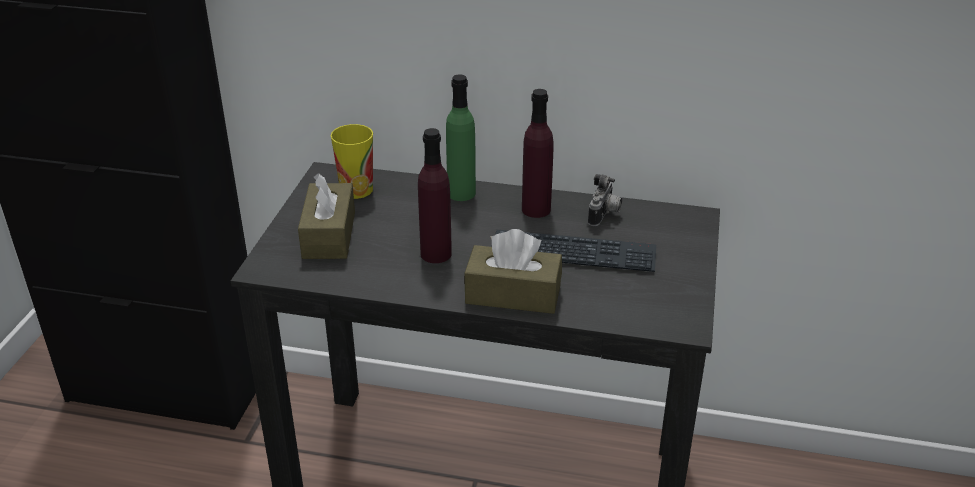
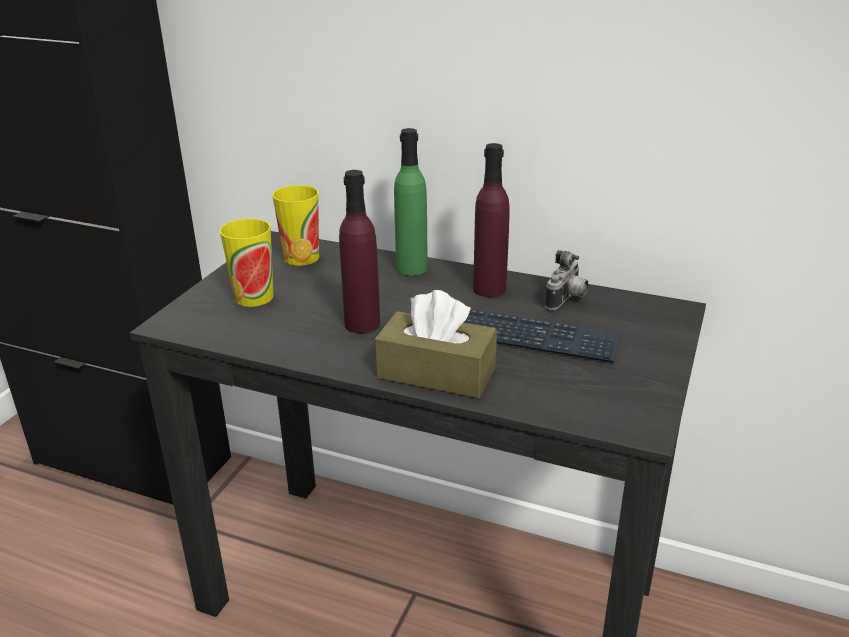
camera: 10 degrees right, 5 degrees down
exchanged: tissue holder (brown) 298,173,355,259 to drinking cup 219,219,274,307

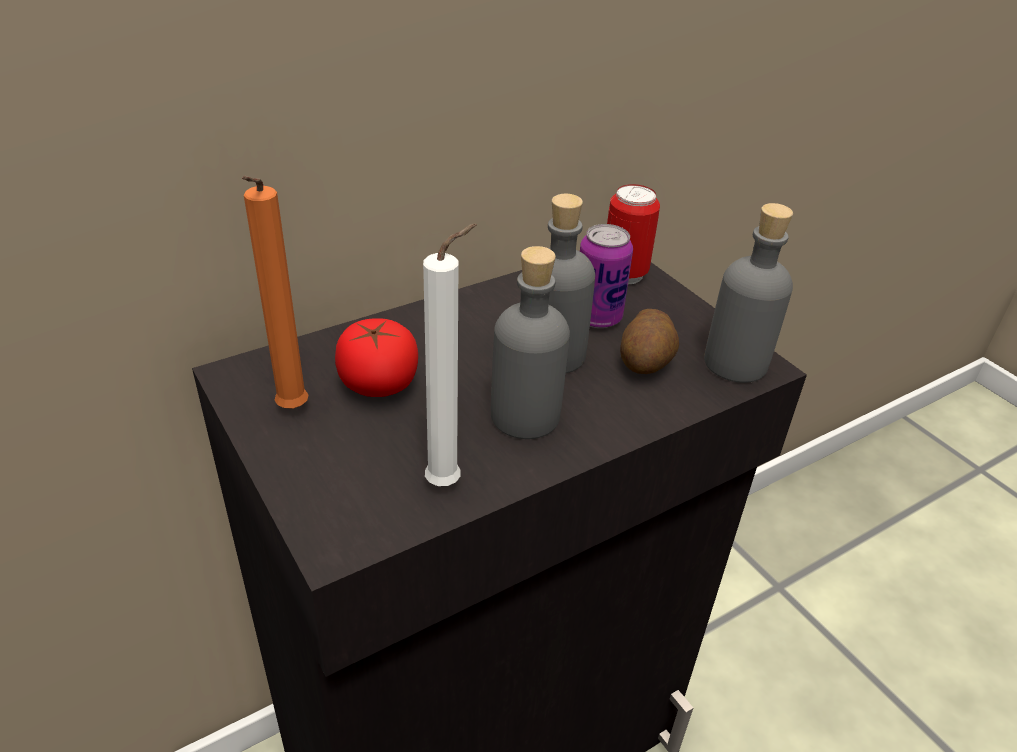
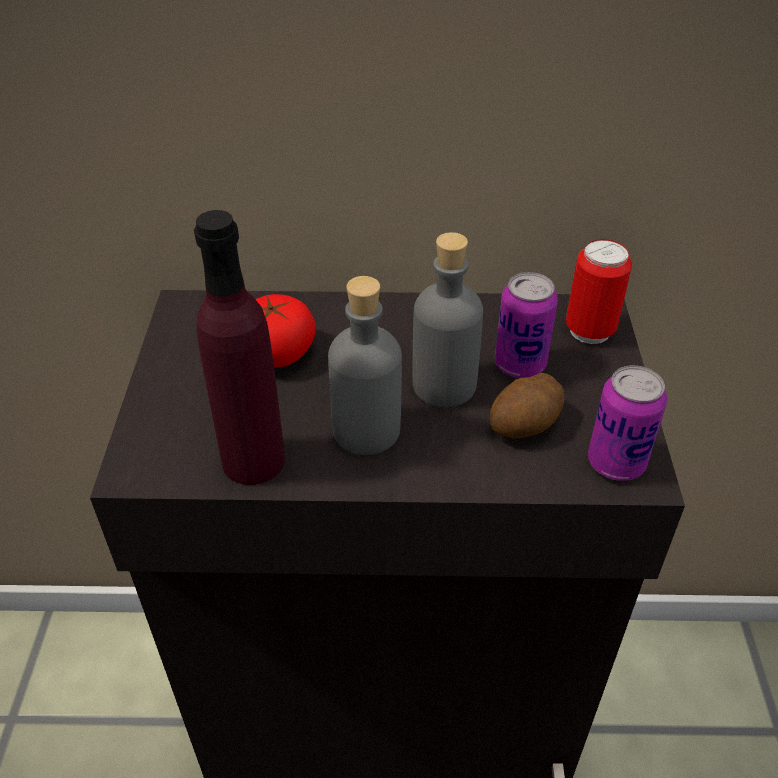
camera: 35 degrees right, 5 degrees up
missing: wax light (orange) 242,176,308,409
exchanged: bottle (gray) 704,203,793,383 to sealed can 588,365,667,481; wax light (white-coloured) 423,224,477,486 to bottle (purplish) 194,210,285,485

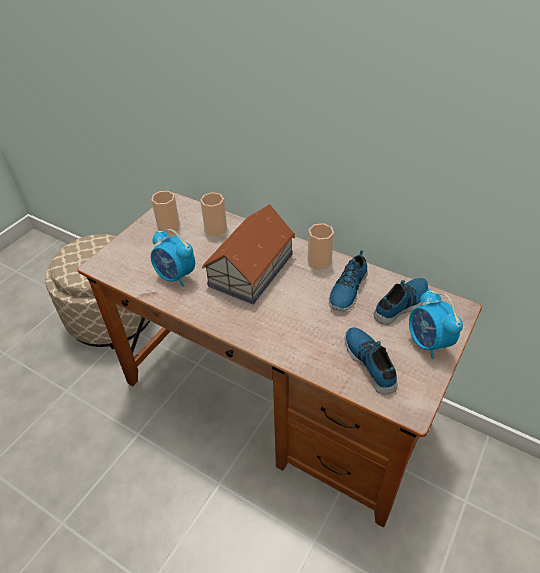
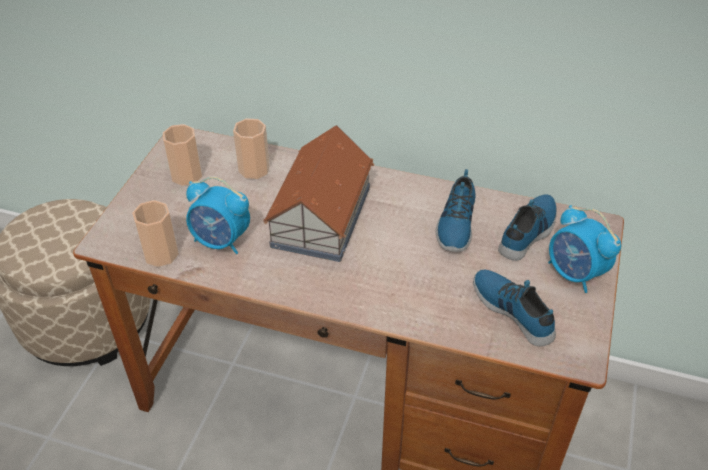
camera: 15 degrees left, 0 degrees up
relocated: drinking cup 308,223,334,270 to 132,200,179,267

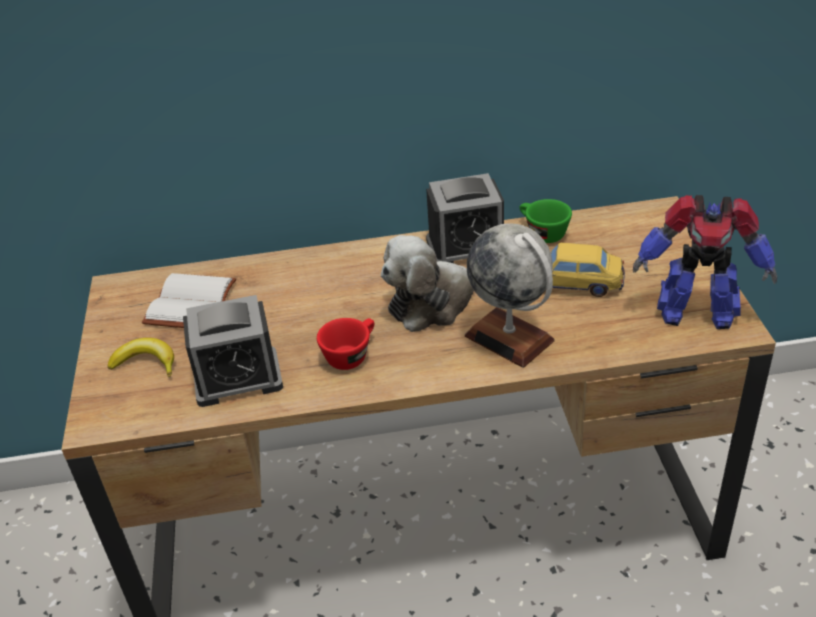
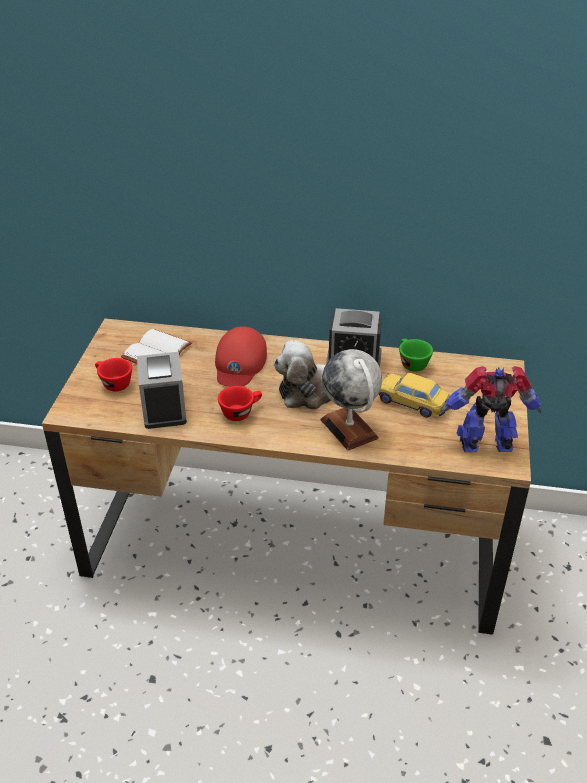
camera: 15 degrees right, 0 degrees up
appeared: cap (red) 215,326,267,387
exchanged: whole banana 108,338,174,377 to drinking cup (red) 95,358,132,391
spun: model robot 633,195,777,329 = 441,366,541,452 150 degrees clockwise; alarm clock 183,295,283,407 = 137,352,187,429 105 degrees counterclockwise

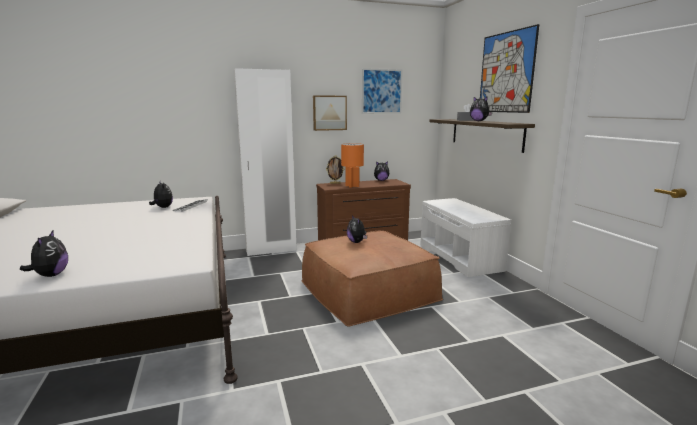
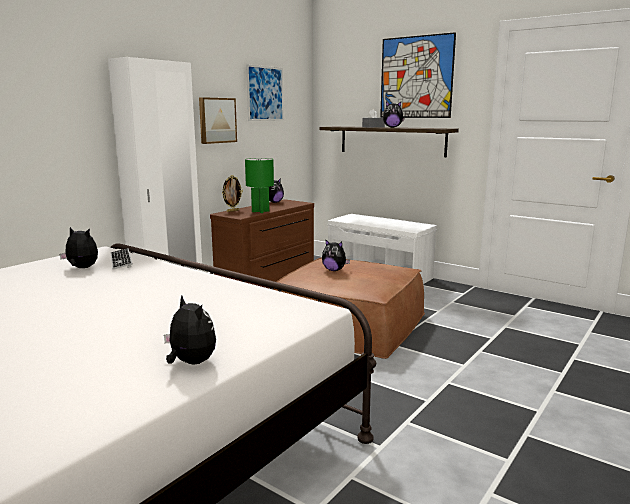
camera: 35 degrees left, 0 degrees up
colour: lamp for a table (orange) 341,143,364,188 to lamp for a table (green-coloured) 245,158,274,213

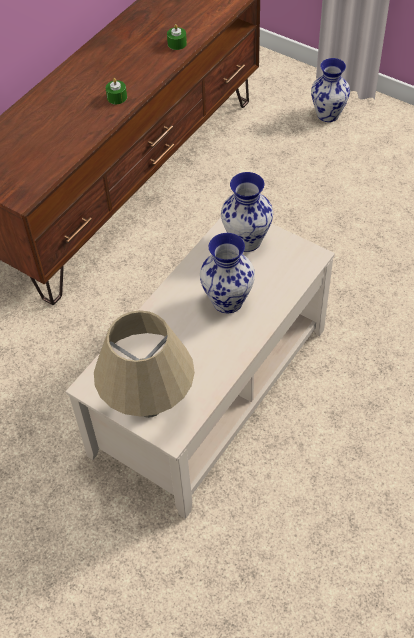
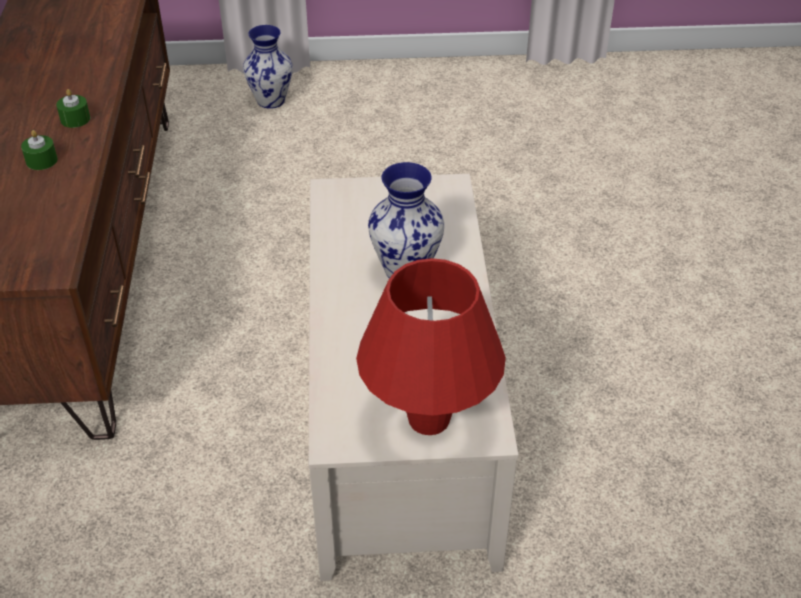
camera: 40 degrees left, 10 degrees down
missing: vase 221,172,273,252
relocated: wax light (green-coloured) 167,24,187,50 to 21,130,58,170
colour: lamp for a table (beige) 94,310,195,418 to lamp for a table (red) 356,258,506,435

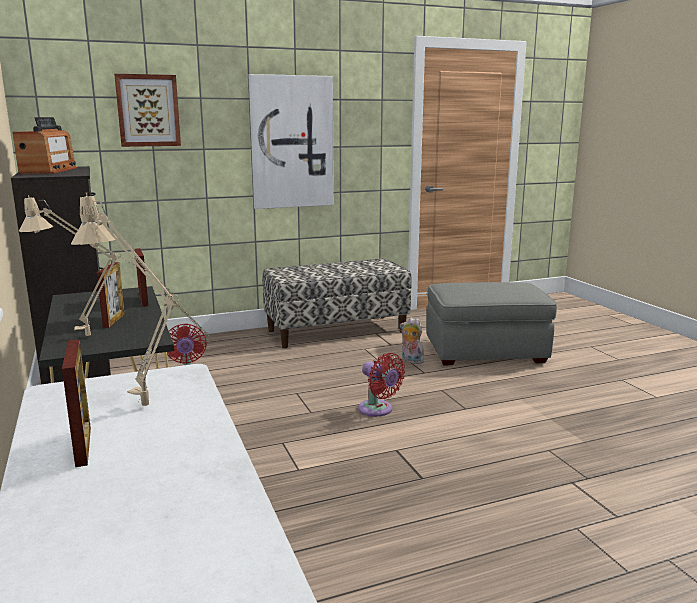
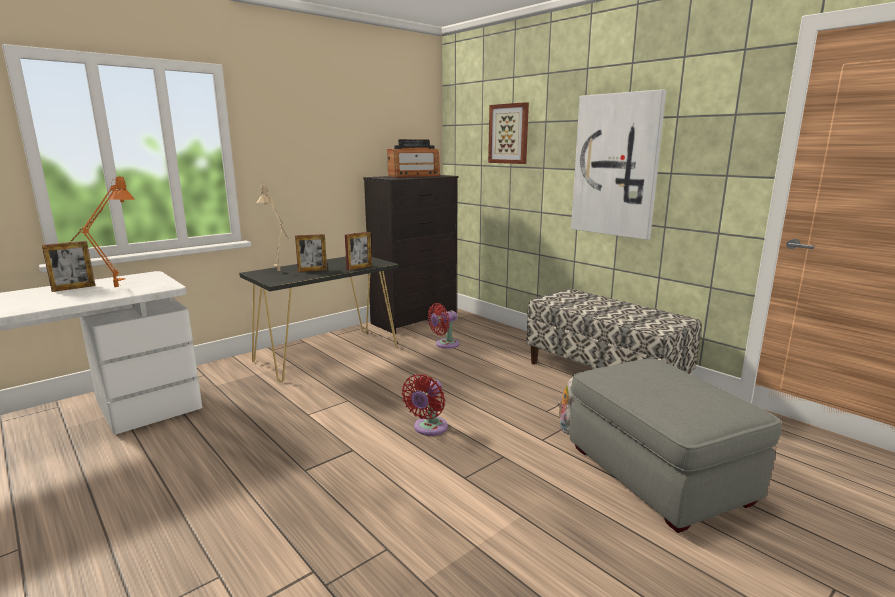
camera: 70 degrees right, 0 degrees up
colour: lamp for a table (beige) 71,192,209,406 to lamp for a table (orange) 64,174,135,287

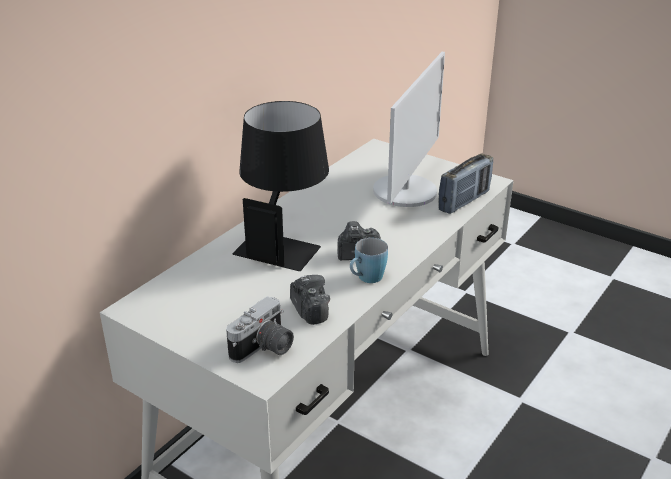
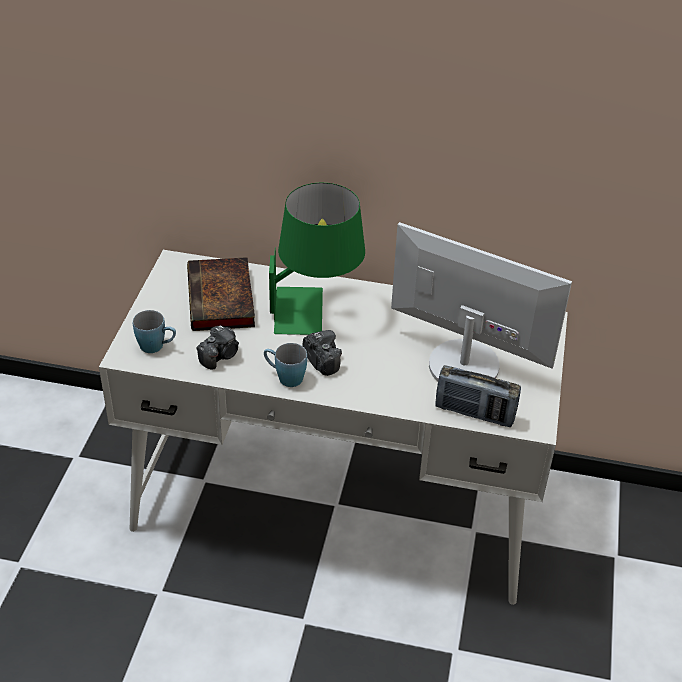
camera: 65 degrees right, 10 degrees up
appeared: book 187,257,255,331
exchanged: still camera 226,296,294,363 to mug (blue-coloured) 133,310,176,353
colour: lamp for a table (black-coloured) 232,101,329,271 to lamp for a table (green-coloured) 269,183,365,335
spun: computer display 373,52,445,207 = 391,222,572,381 150 degrees counterclockwise

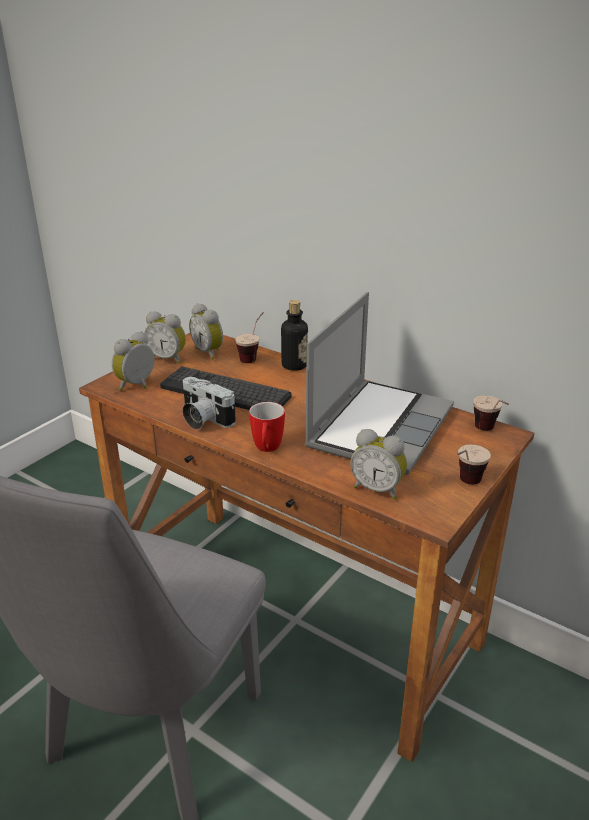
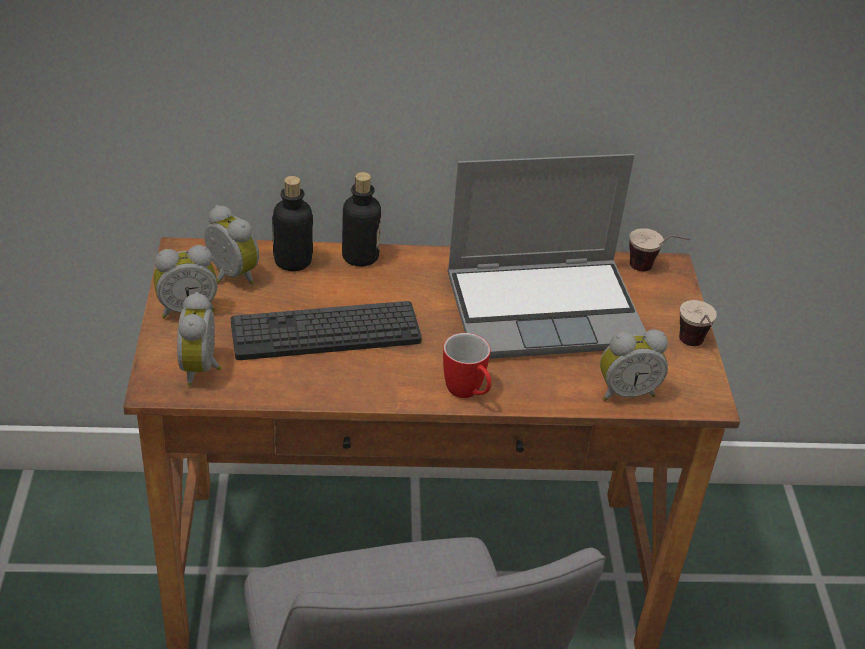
camera: 40 degrees left, 10 degrees up
missing: still camera 183,377,236,430
exchanged: drinking cup 235,312,264,363 to bottle 272,176,313,271
spun: notebook computer 305,292,454,475 = 447,154,646,359 90 degrees clockwise; alarm clock 189,303,223,360 = 204,205,259,284 150 degrees counterclockwise

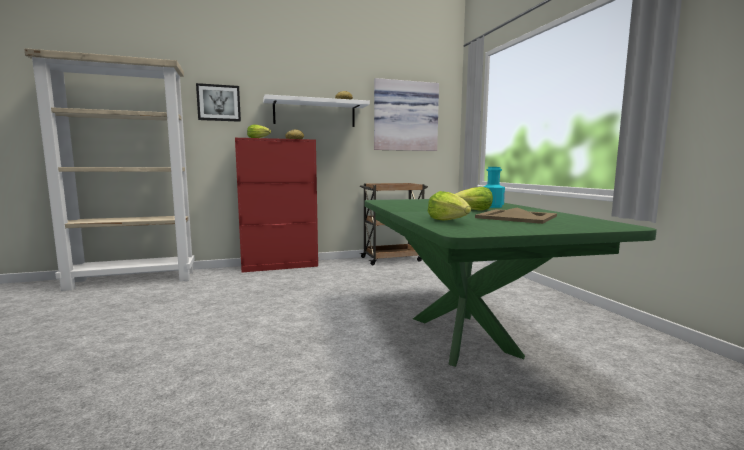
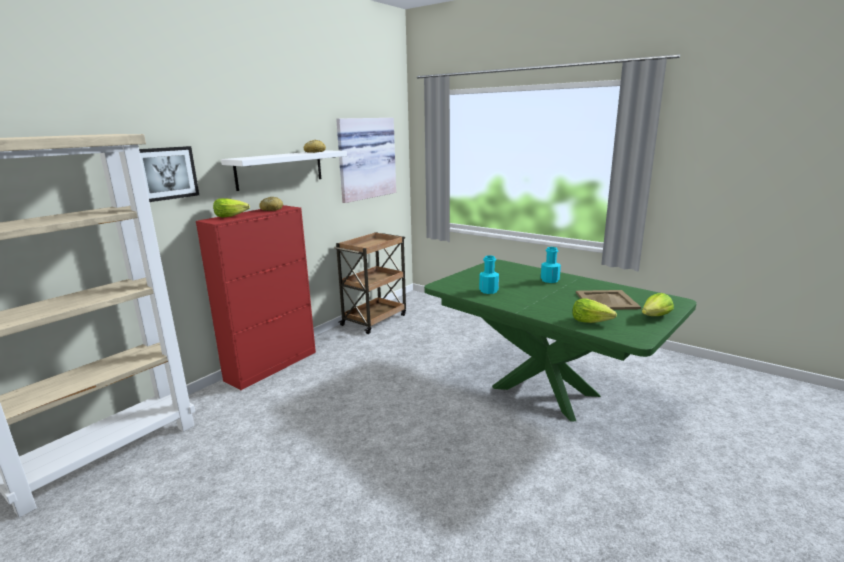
camera: 35 degrees left, 10 degrees up
appeared: bottle (blue-green) 479,256,499,294
relocated: lettuce 456,187,493,210 to 642,293,674,316

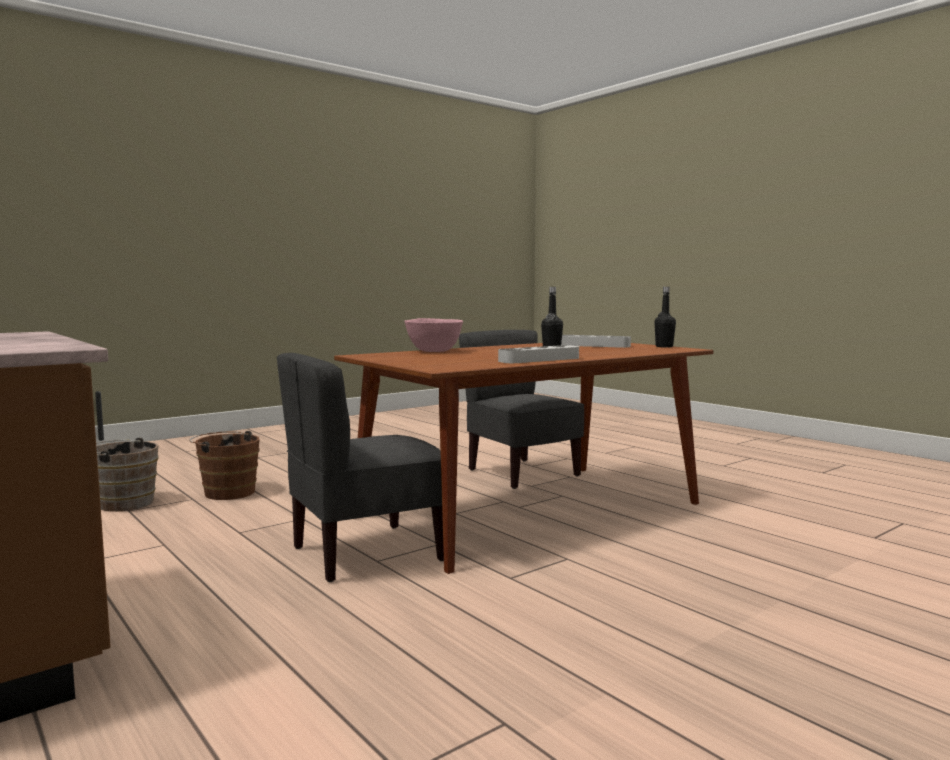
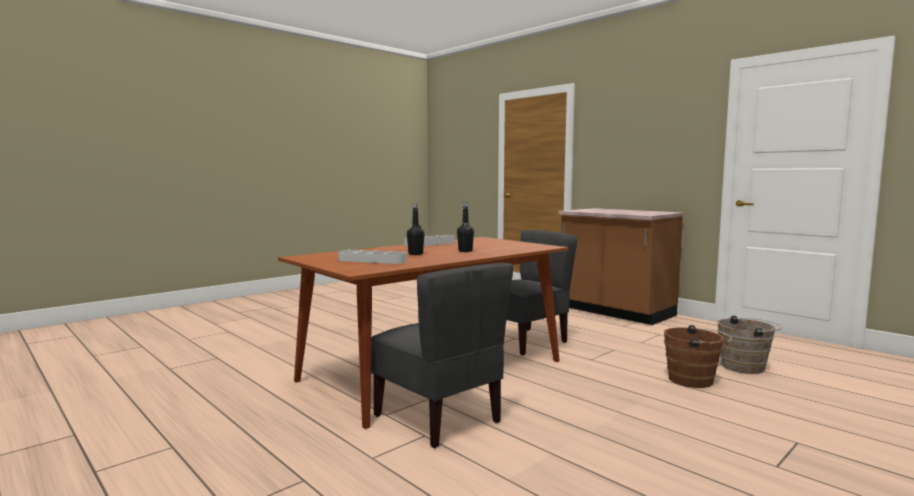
camera: 175 degrees right, 0 degrees up
missing: serving bowl (pinkish) 404,318,463,352
relocated: bottle (black-coloured) 654,287,676,347 to 457,202,474,252

